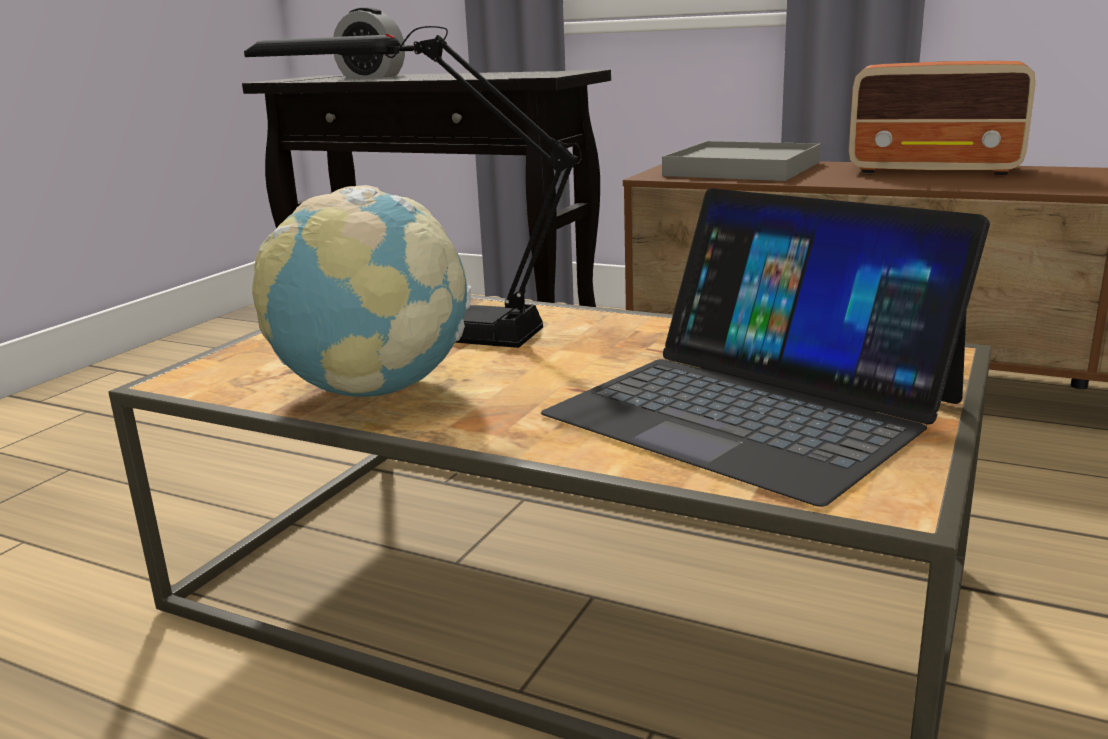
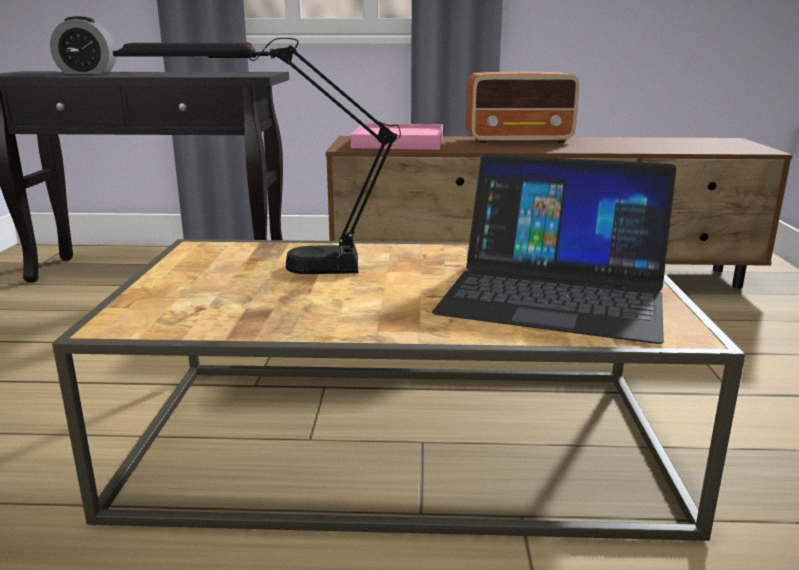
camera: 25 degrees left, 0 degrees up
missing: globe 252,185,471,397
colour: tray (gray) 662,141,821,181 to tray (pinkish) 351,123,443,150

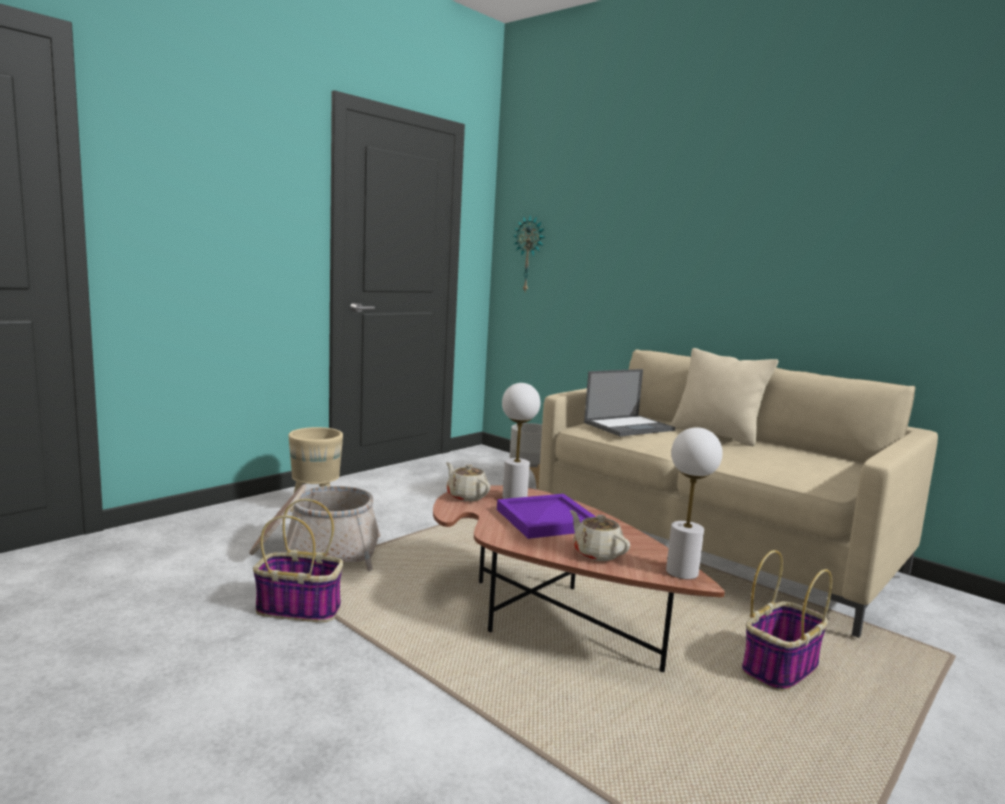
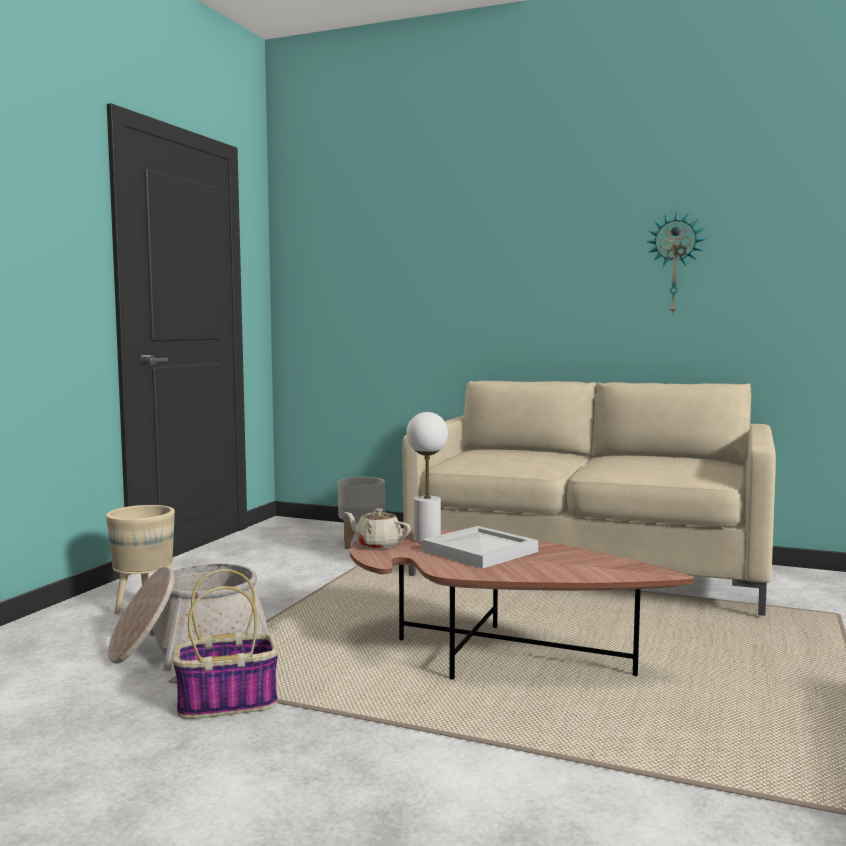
camera: 20 degrees left, 5 degrees down
missing: cushion (beige) 671,348,779,446; notebook computer 584,369,675,436; lamp for a table (white-coloured) 666,427,723,579; pot for tea (beige) 570,510,630,561; basket 742,550,832,691
relocated: hanging clock 513,214,545,291 to 647,212,705,316
colour: tray (purplish) 497,494,596,539 to tray (white-coloured) 422,526,538,569

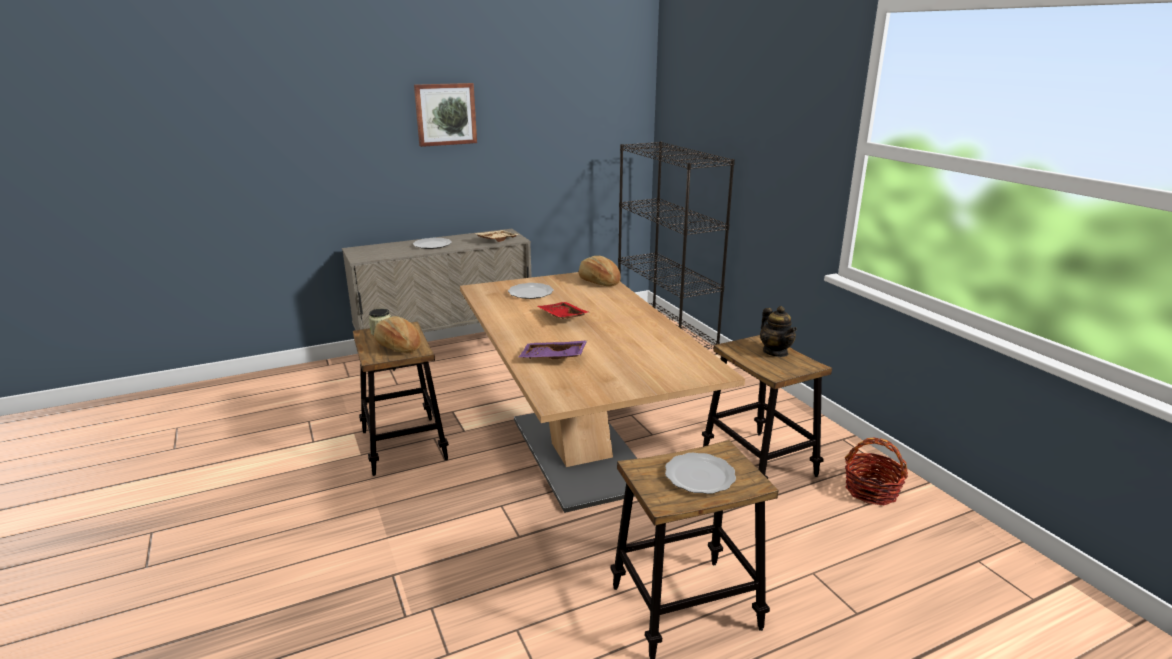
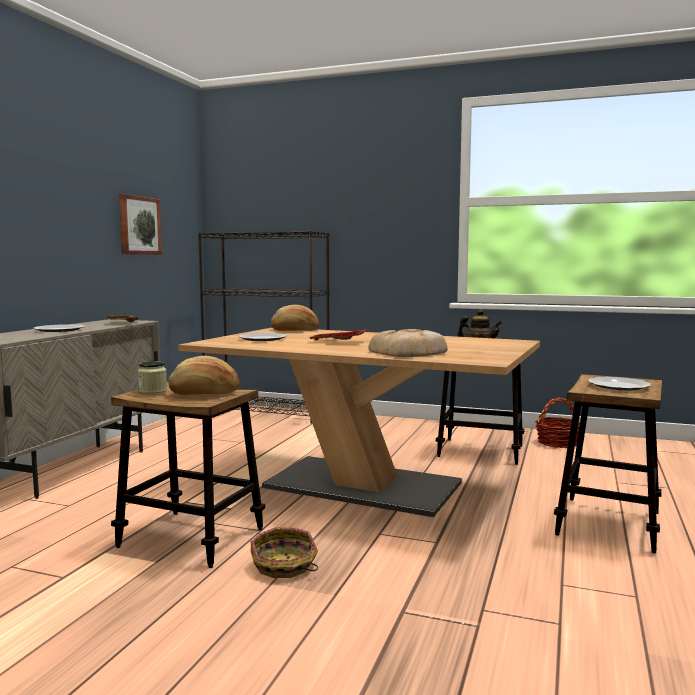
camera: 45 degrees left, 15 degrees down
appeared: basket 251,527,318,578
relocated: wall picture 414,83,477,147 to 119,194,162,254
exchanged: tray (purplish) 519,340,587,359 to baked bread 368,329,448,357

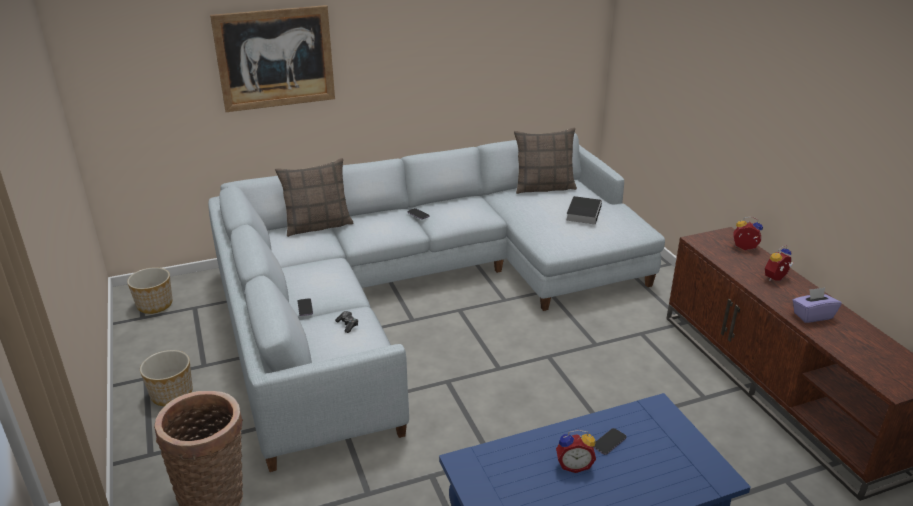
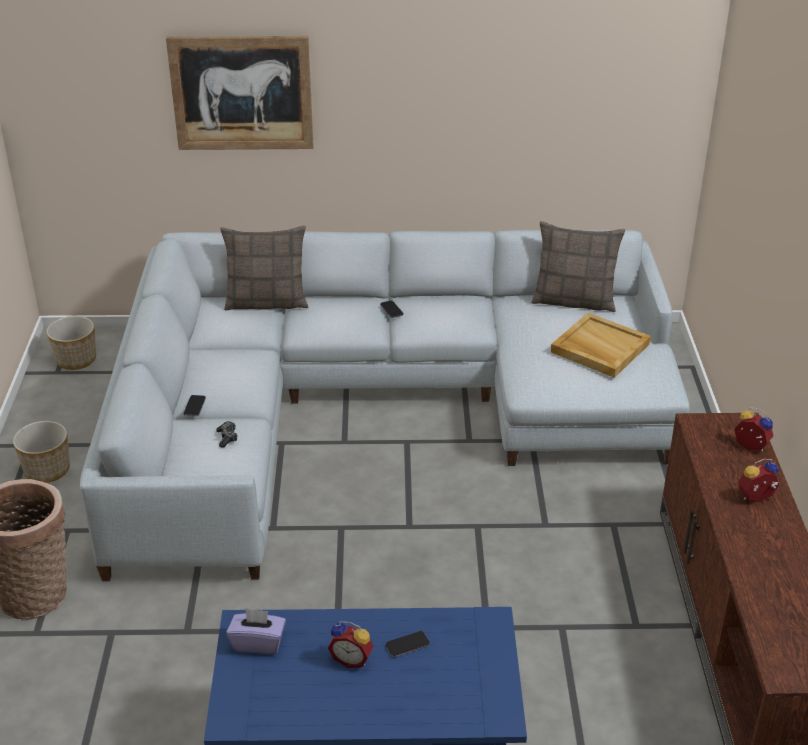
camera: 20 degrees right, 5 degrees up
relocated: tissue holder (purplish) 792,288,841,323 to 226,608,286,654
exchanged: book 566,196,602,224 to tray (beige) 551,313,651,378

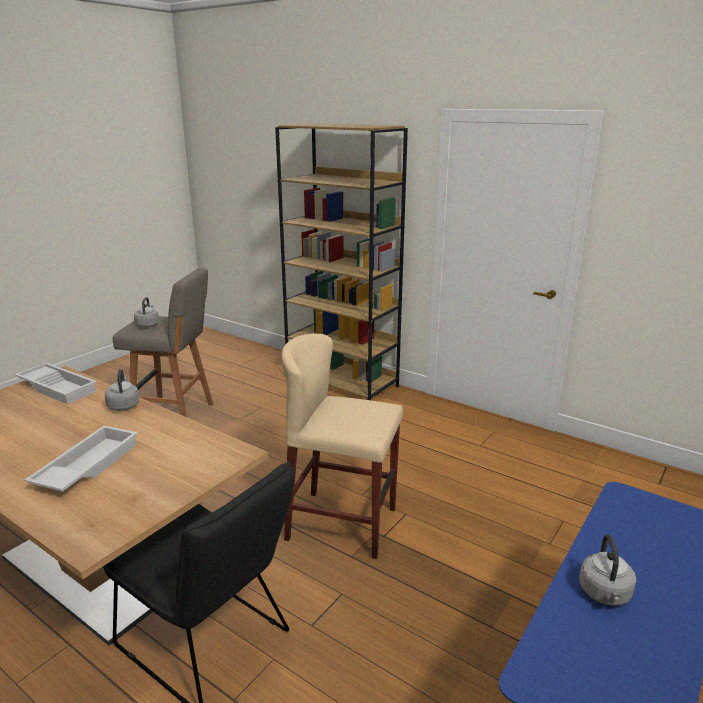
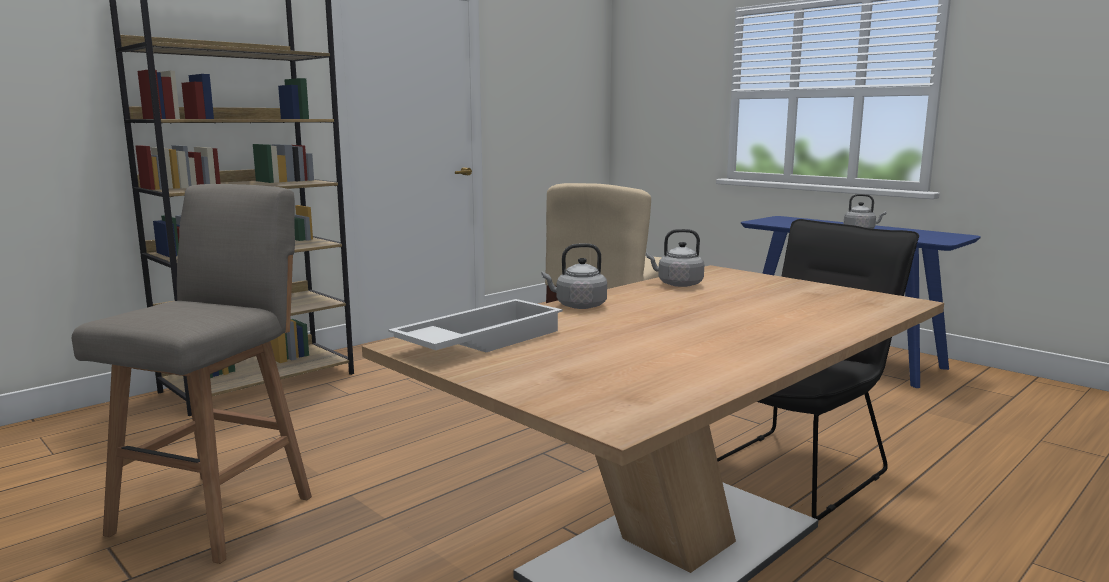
camera: 80 degrees left, 10 degrees down
missing: tray (white-coloured) 24,426,138,492
relocated: kettle (gray) 134,297,159,328 to 646,229,704,287

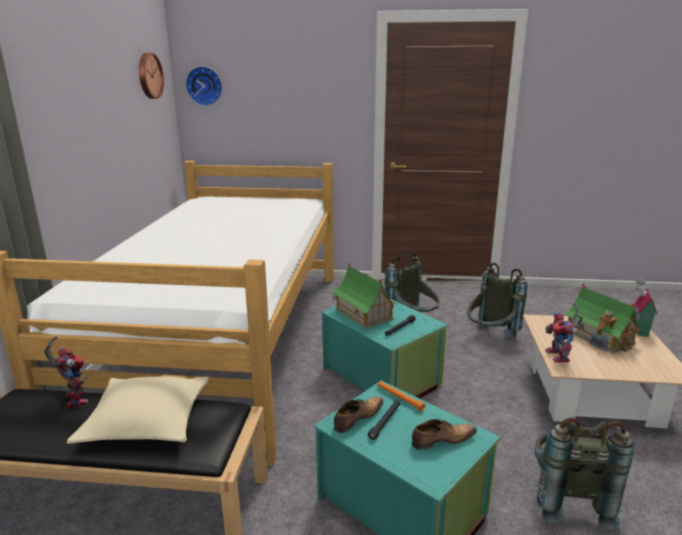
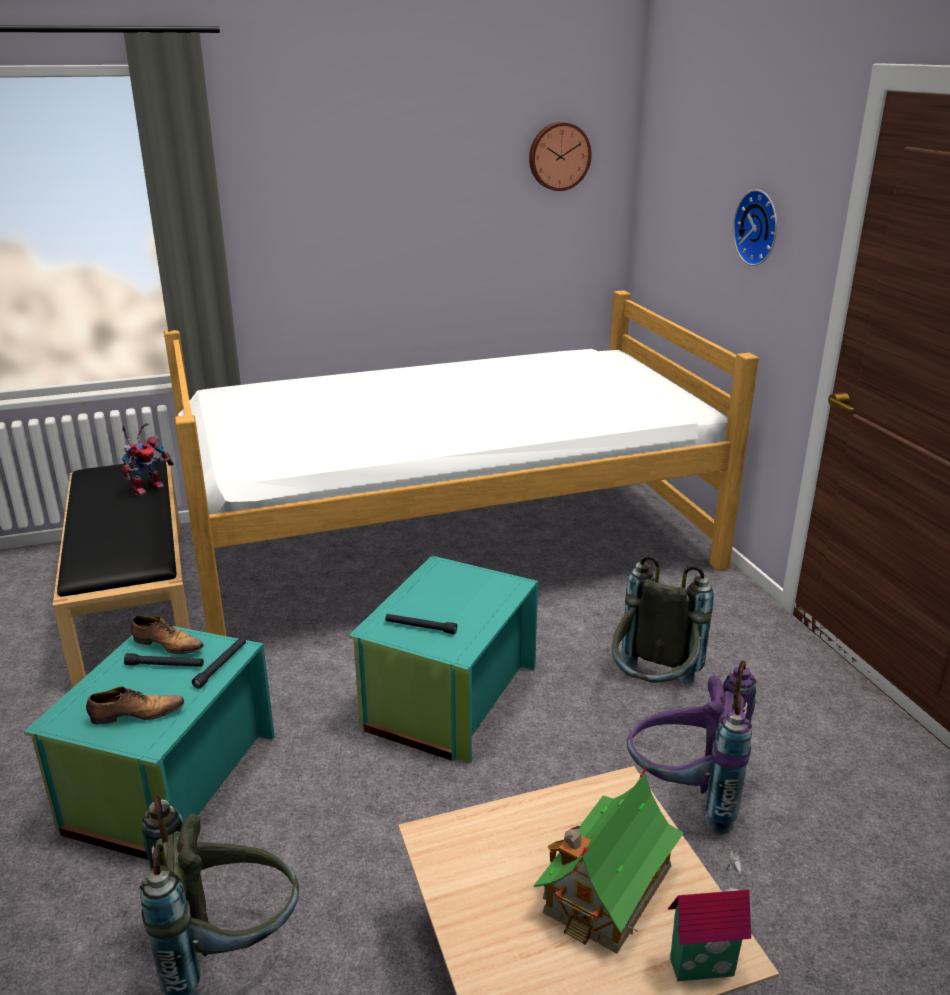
camera: 65 degrees right, 5 degrees up
missing: miniature house 331,263,399,329; model robot 545,303,583,363; cushion (beige) 67,376,209,444
relocated: hanging clock 185,66,222,106 to 733,190,777,266
colour: knapsack (gray) 467,263,527,338 to knapsack (purplish) 627,661,756,835; flashlight (orange) 378,381,425,412 to flashlight (black-coloured) 192,637,246,689
spun: low shoe 412,419,477,450 = 86,687,184,725 60 degrees counterclockwise

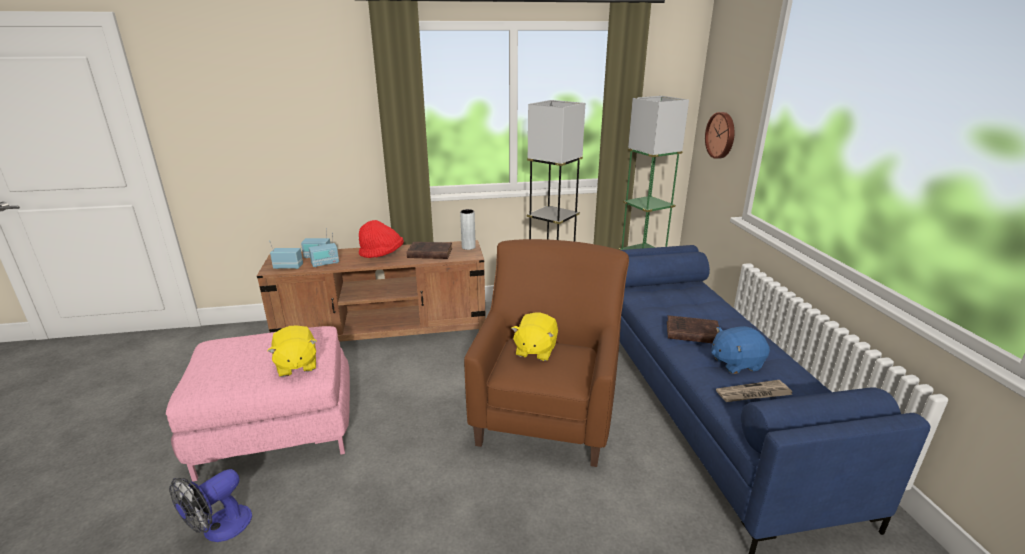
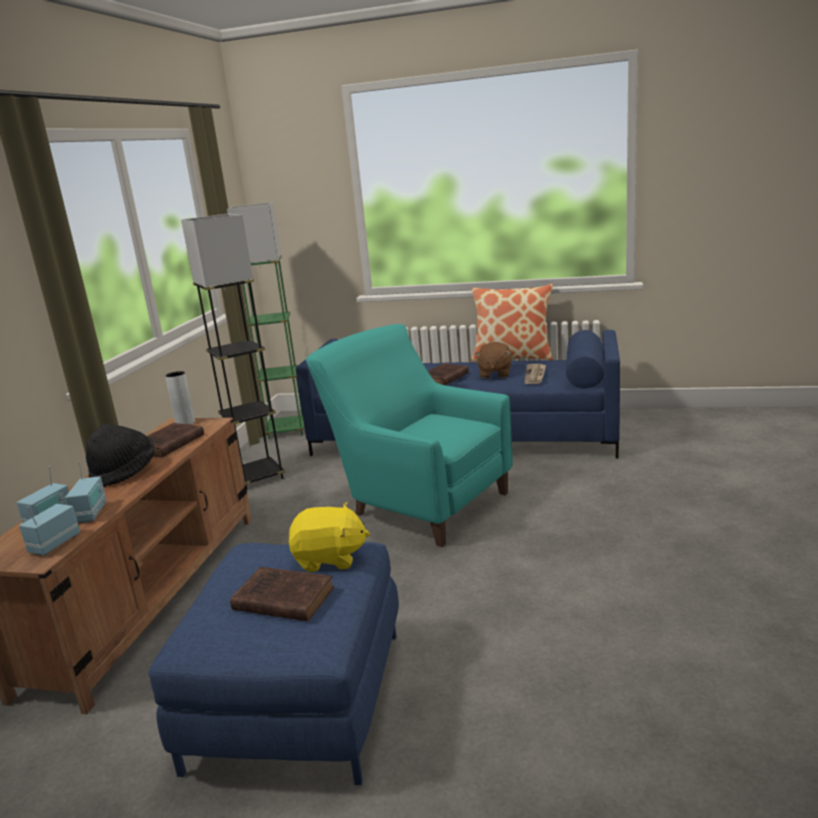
camera: 65 degrees left, 5 degrees down
missing: hanging clock 705,112,734,159; soft toy (yellow-coloured) 511,313,558,361; electric fan 169,469,252,542
appeared: cushion 471,284,553,362; book (brown) 230,567,334,621
colour: hat (red) 359,220,404,258 to hat (black-coloured) 86,423,155,487; easy chair (brown) 464,239,629,467 to easy chair (blue-green) 306,324,513,547; ottoman (pinkish) 166,326,350,482 to ottoman (blue-coloured) 148,542,399,785; soft toy (blue-coloured) 712,326,770,374 to soft toy (brown) 475,342,511,378

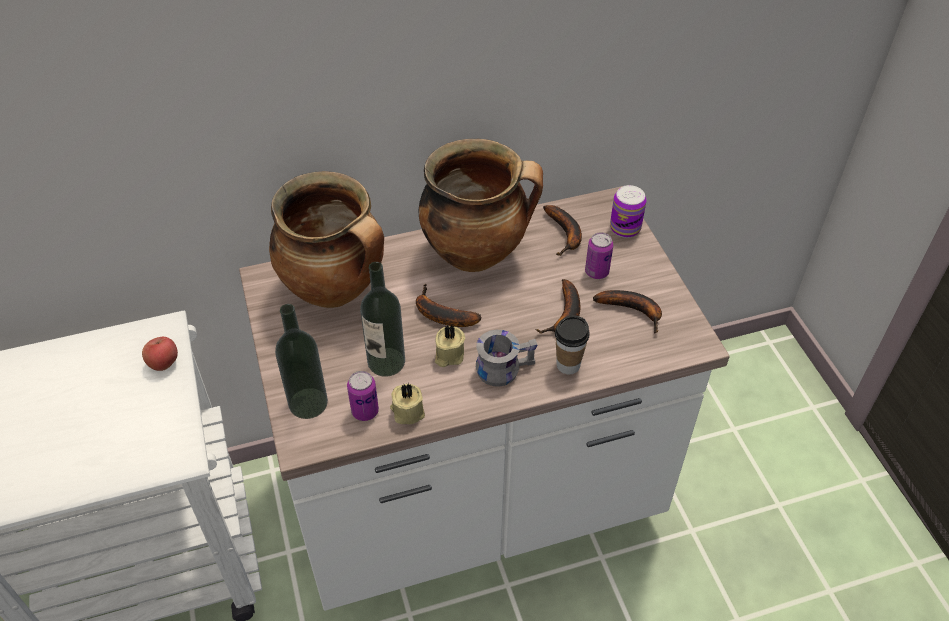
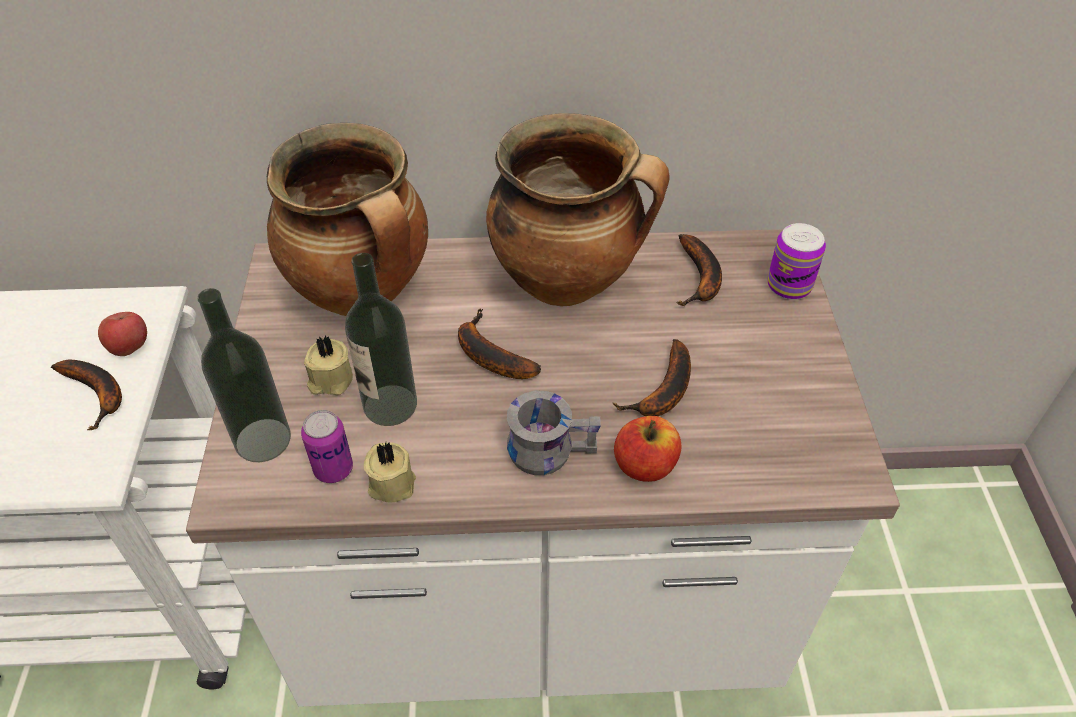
camera: 15 degrees right, 0 degrees up
missing: sealed can 585,232,613,279
relocated: whole banana 593,290,662,334 to 51,360,122,430; wax light (beige) 435,325,465,367 to 304,336,353,395
exchanged: drinking cup 555,315,590,375 to whole apple 614,416,682,482

